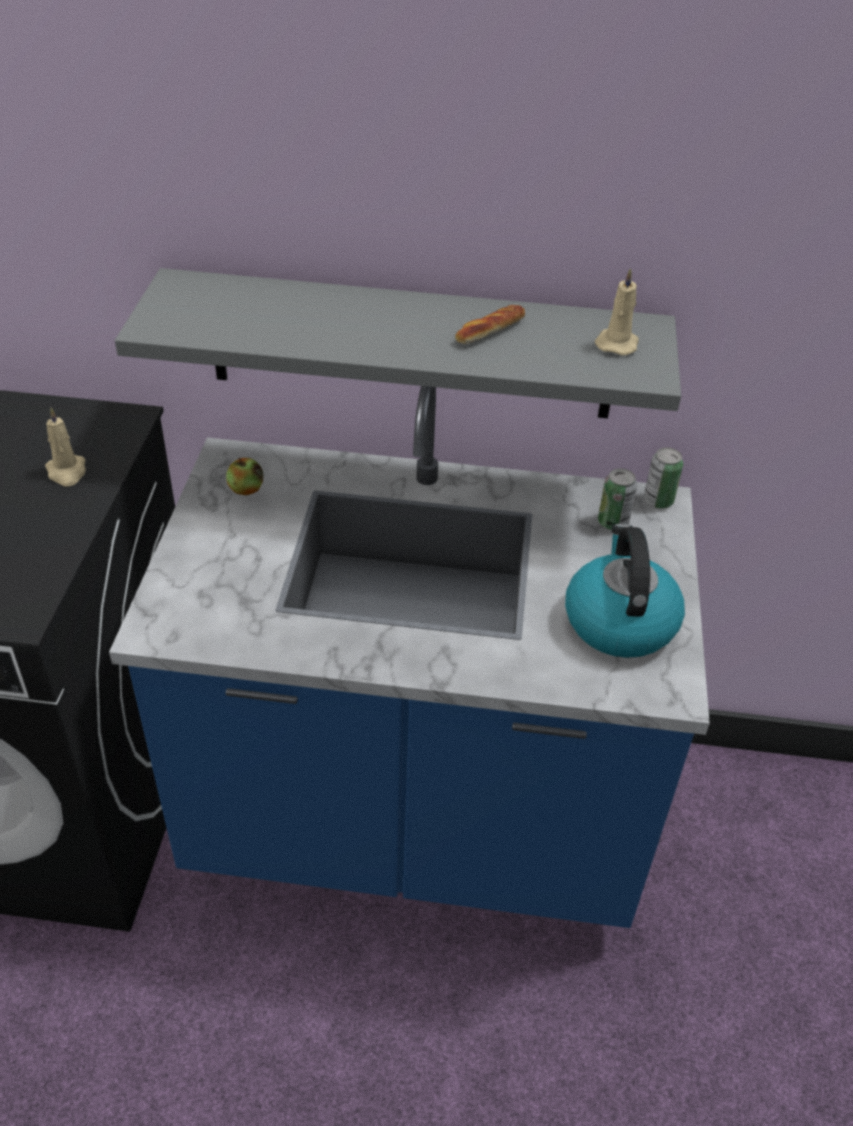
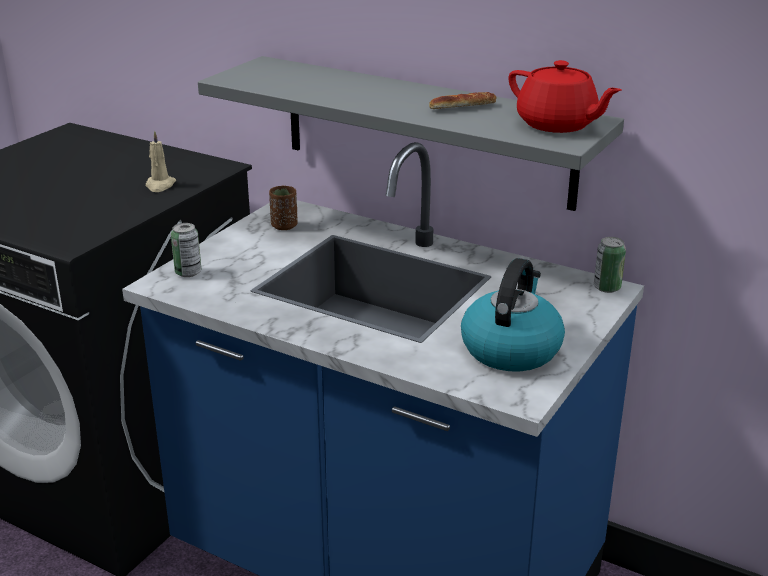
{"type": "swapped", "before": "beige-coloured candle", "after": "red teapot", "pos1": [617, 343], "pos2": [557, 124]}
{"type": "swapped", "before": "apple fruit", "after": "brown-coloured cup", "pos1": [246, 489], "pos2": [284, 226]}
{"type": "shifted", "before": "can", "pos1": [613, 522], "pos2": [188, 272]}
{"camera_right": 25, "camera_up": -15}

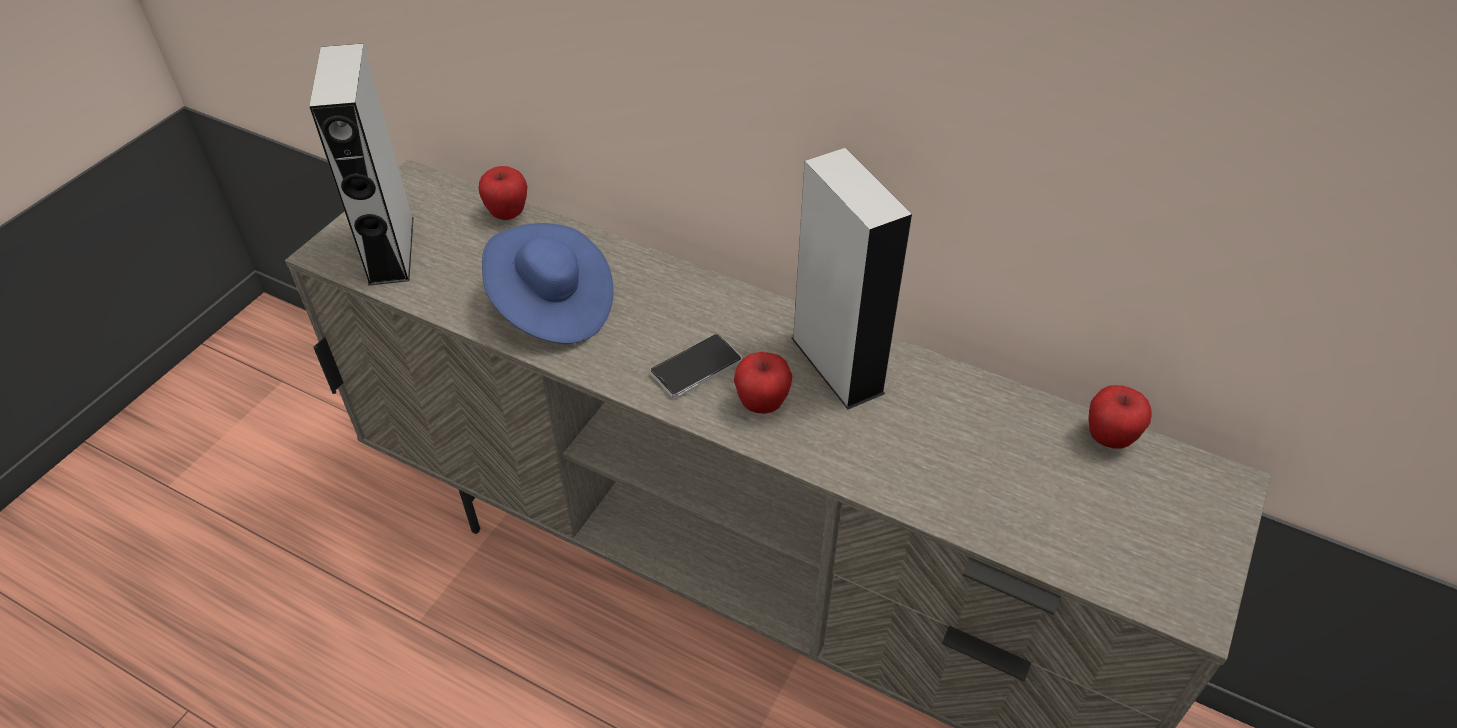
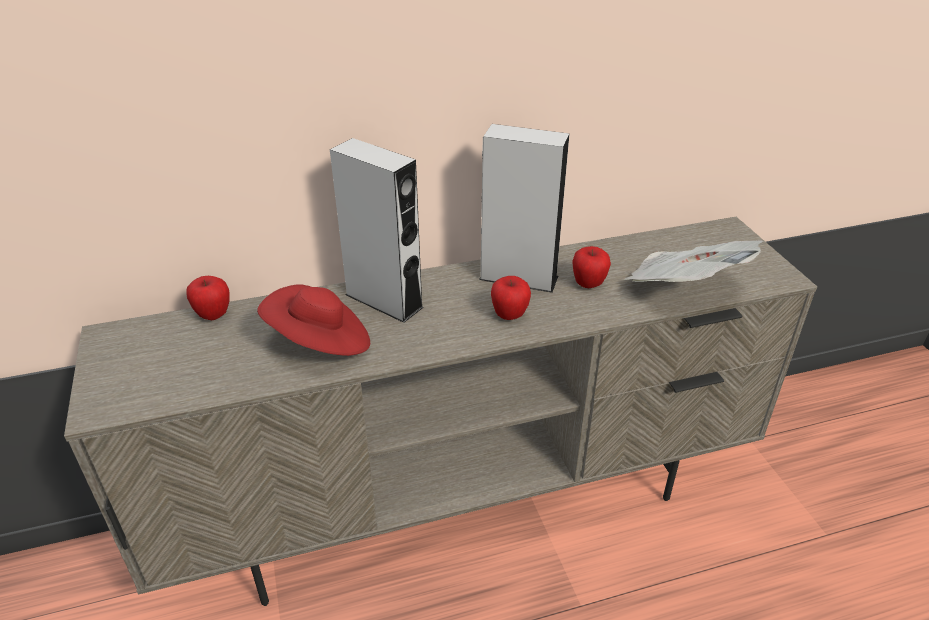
{"type": "shifted", "before": "gray audio speaker", "pos1": [391, 250], "pos2": [384, 301]}
{"type": "repainted", "before": "bluish clothing hat", "after": "red clothing hat", "pos1": [552, 306], "pos2": [320, 343]}
{"type": "gone", "before": "telephone", "pos1": [696, 368]}
{"type": "shifted", "before": "apple fruit", "pos1": [1109, 438], "pos2": [588, 284]}
{"type": "new", "after": "daily paper", "pos2": [684, 288]}
{"camera_right": -45, "camera_up": -10}

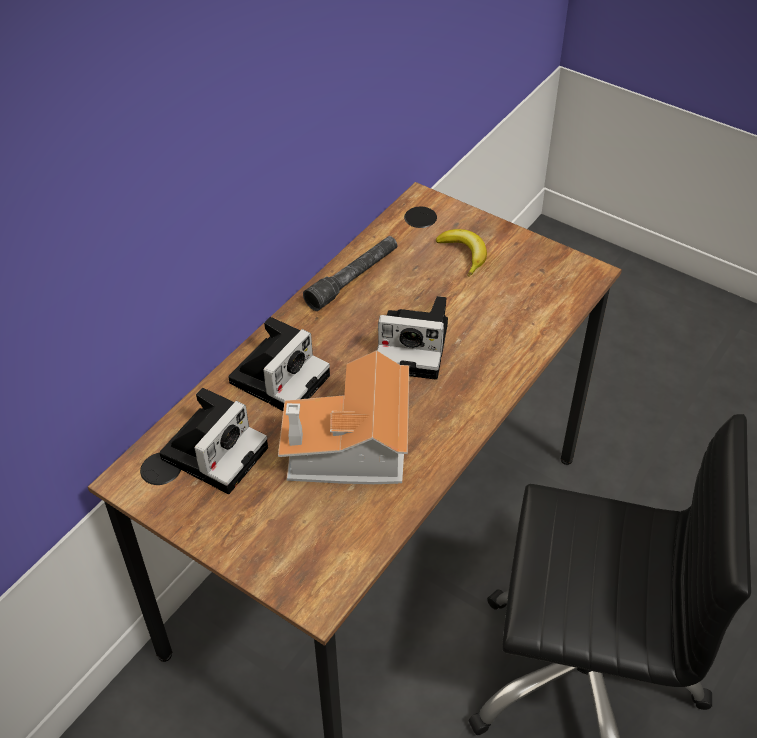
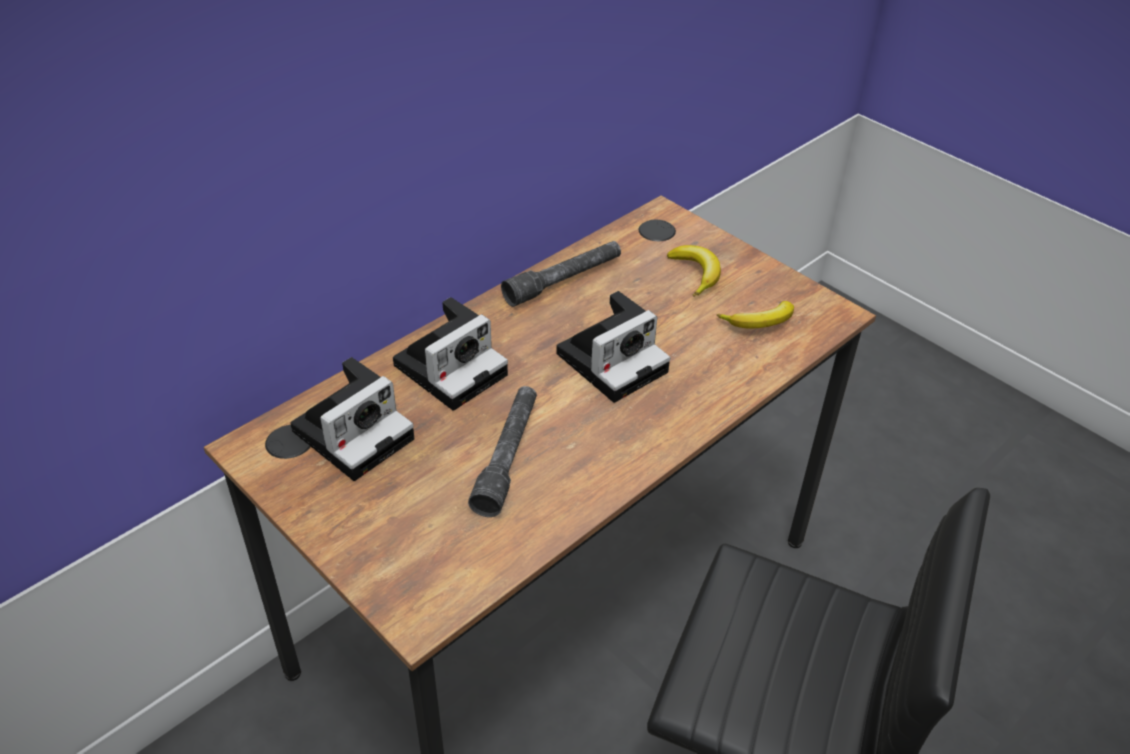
{"type": "rotated", "before": "photo camera", "pos1": [416, 347], "pos2": [614, 360], "turn": -60}
{"type": "swapped", "before": "model house", "after": "gray torch", "pos1": [351, 449], "pos2": [507, 456]}
{"type": "new", "after": "banana fruit", "pos2": [760, 323]}
{"camera_right": 10, "camera_up": -5}

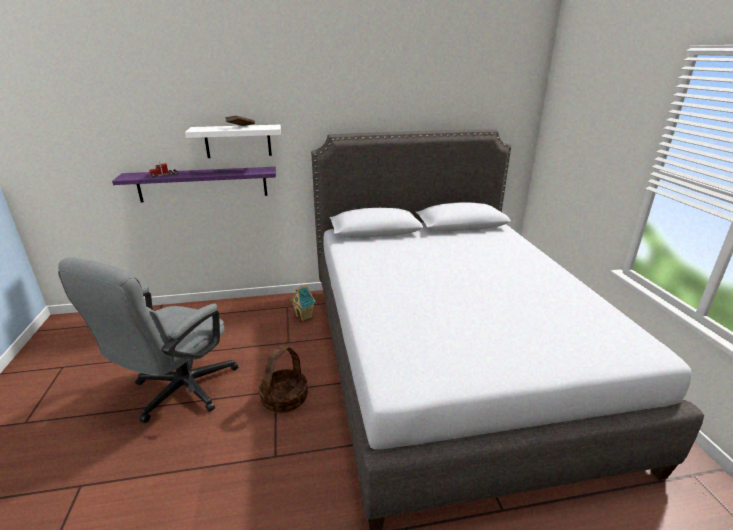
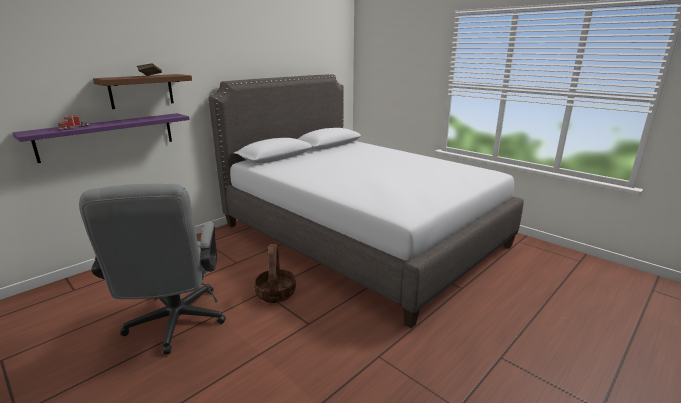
{"type": "repainted", "before": "white-coloured wall shelf", "after": "brown-coloured wall shelf", "pos1": [238, 141], "pos2": [141, 91]}
{"type": "gone", "before": "model house", "pos1": [304, 316]}
{"camera_right": -35, "camera_up": -5}

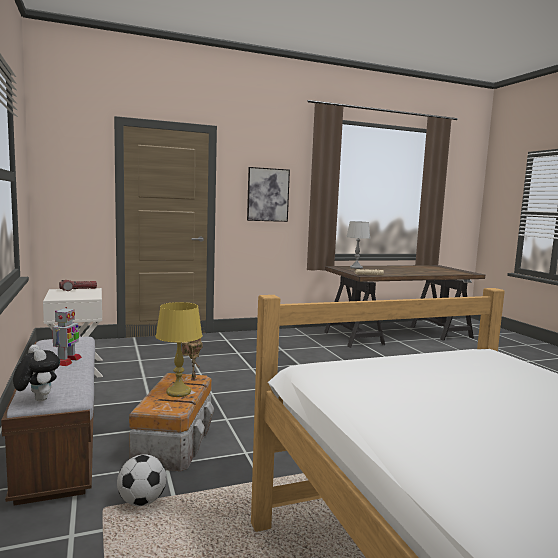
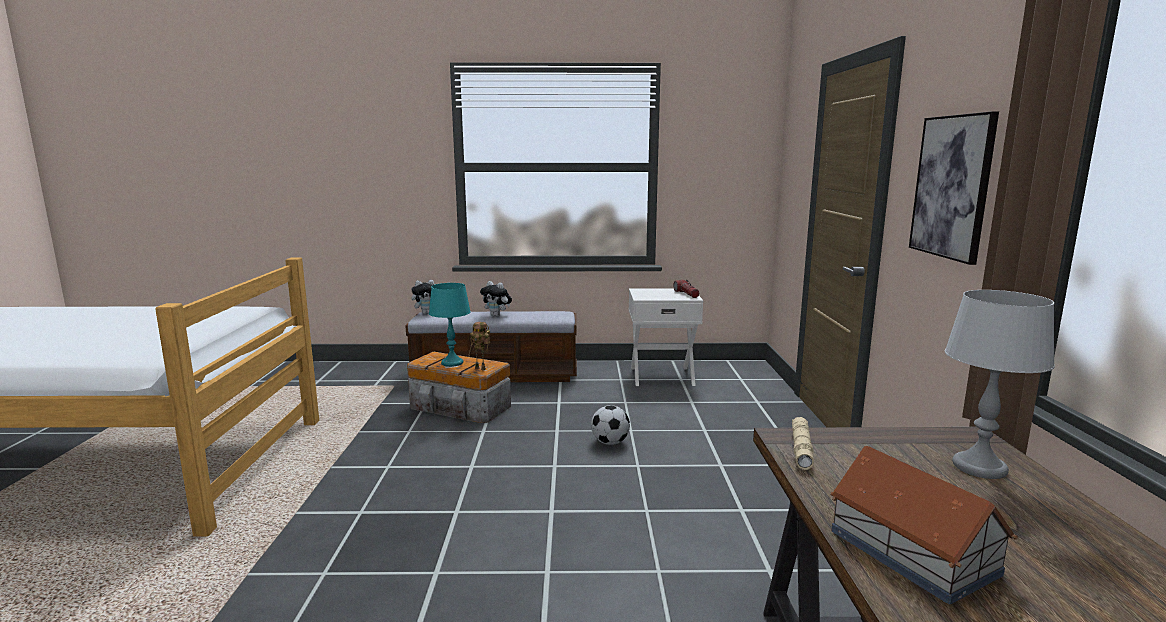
{"type": "repainted", "before": "yellow-coloured lamp for a table", "after": "turquoise lamp for a table", "pos1": [178, 392], "pos2": [452, 363]}
{"type": "swapped", "before": "model robot", "after": "cuddly toy", "pos1": [66, 361], "pos2": [497, 315]}
{"type": "shifted", "before": "football ball", "pos1": [142, 501], "pos2": [610, 442]}
{"type": "new", "after": "model house", "pos2": [911, 550]}
{"camera_right": 110, "camera_up": 5}

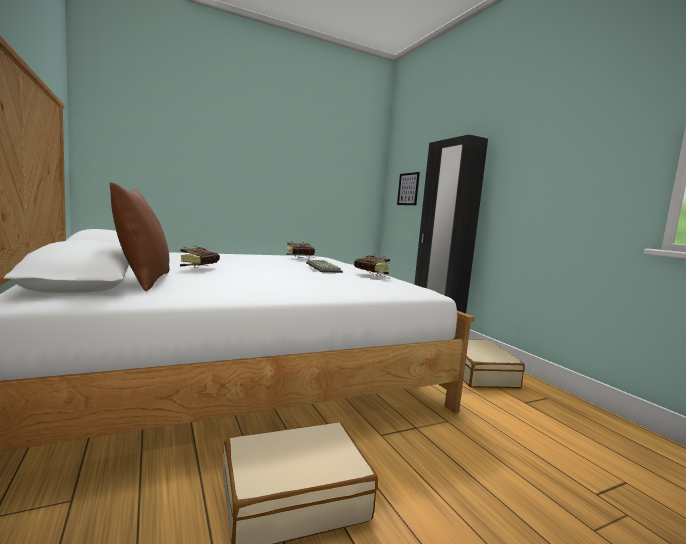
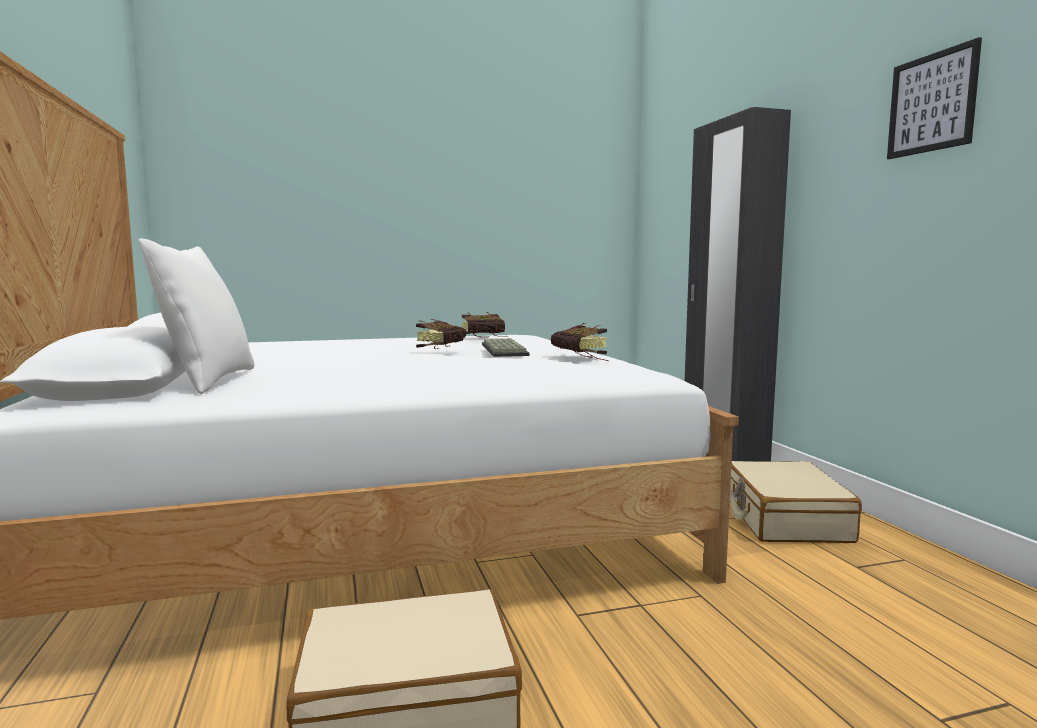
{"type": "shifted", "before": "wall picture", "pos1": [408, 189], "pos2": [932, 103]}
{"type": "repainted", "before": "brown-coloured cushion", "after": "white-coloured cushion", "pos1": [142, 281], "pos2": [207, 381]}
{"type": "shifted", "before": "bound book", "pos1": [202, 268], "pos2": [444, 349]}
{"camera_right": 10, "camera_up": 0}

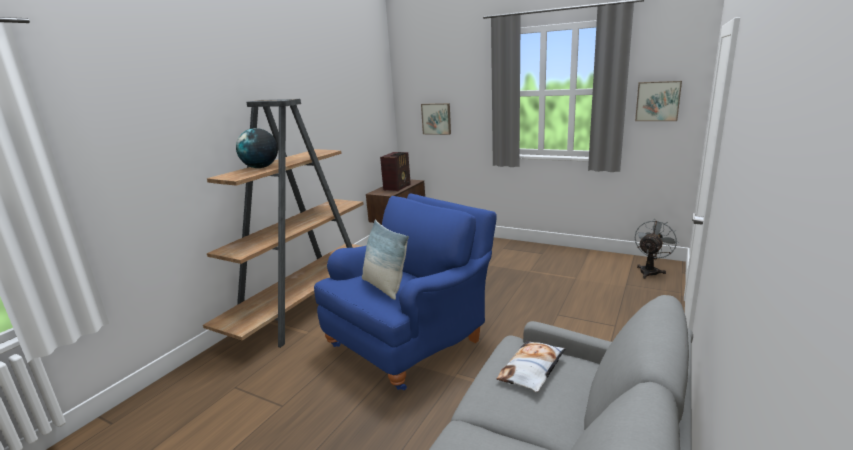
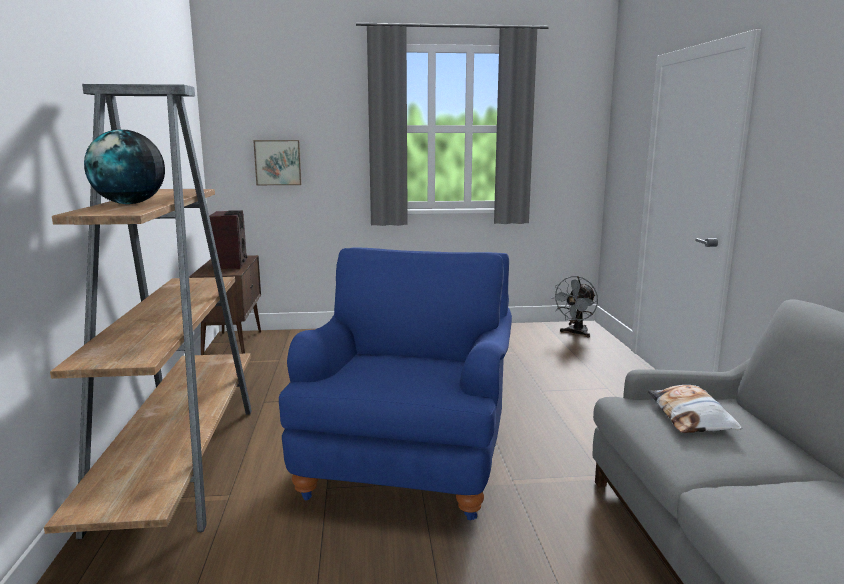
{"type": "gone", "before": "wall picture", "pos1": [658, 101]}
{"type": "gone", "before": "cushion", "pos1": [384, 287]}
{"type": "rotated", "before": "gray electric fan", "pos1": [650, 271], "pos2": [575, 333], "turn": -150}
{"camera_right": -35, "camera_up": -5}

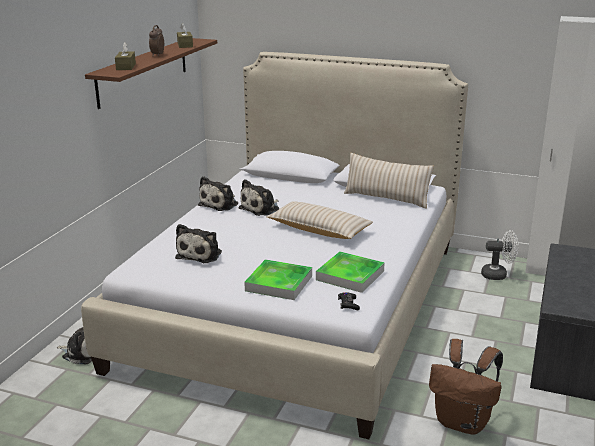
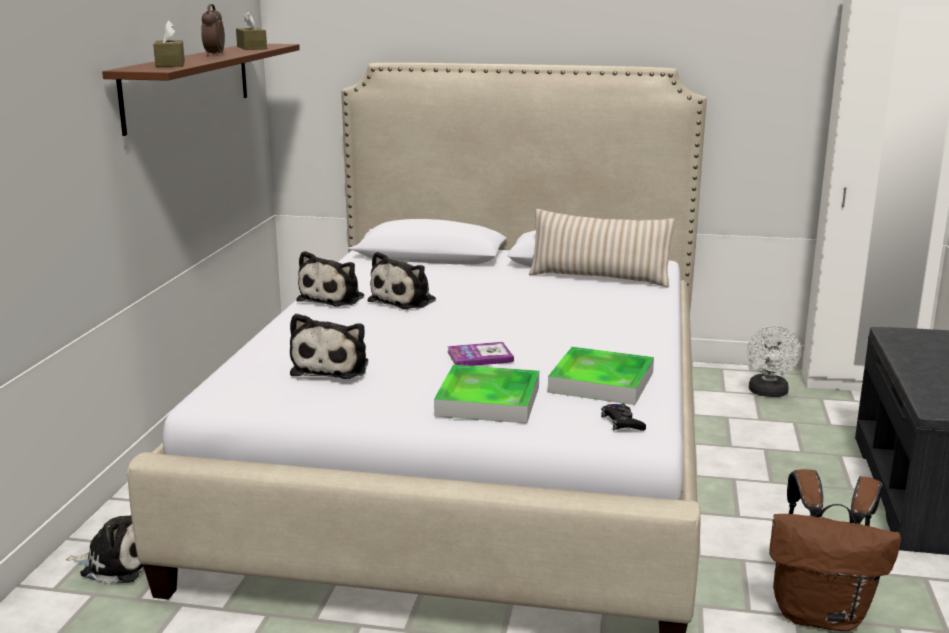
{"type": "gone", "before": "beige-coloured cushion", "pos1": [319, 230]}
{"type": "rotated", "before": "white-coloured electric fan", "pos1": [498, 275], "pos2": [768, 393], "turn": 105}
{"type": "new", "after": "bound book", "pos2": [480, 356]}
{"camera_right": -10, "camera_up": -5}

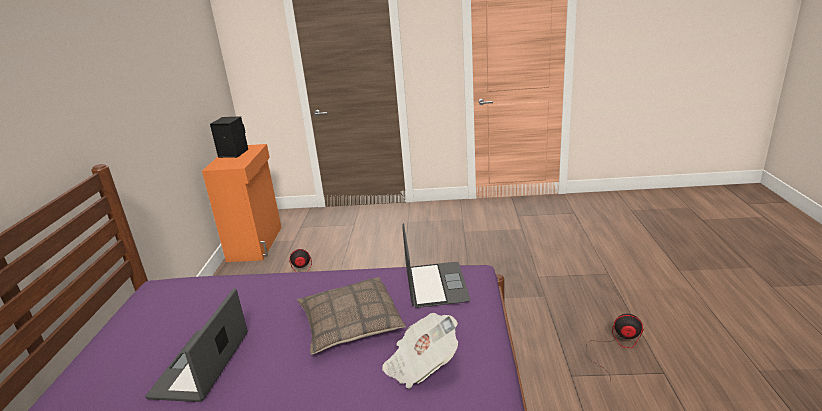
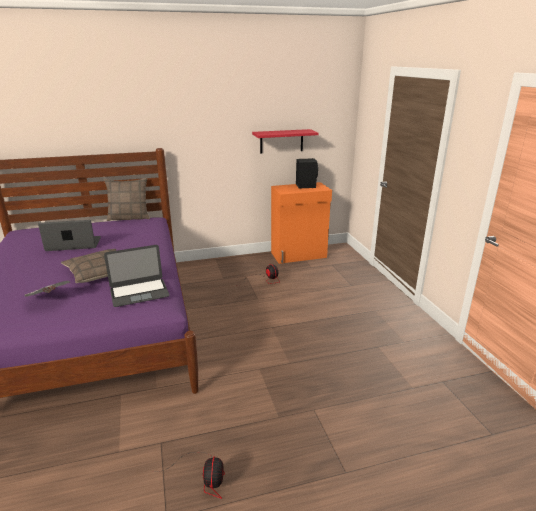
{"type": "new", "after": "red wall shelf", "pos2": [281, 141]}
{"type": "new", "after": "cushion", "pos2": [129, 217]}
{"camera_right": 70, "camera_up": 0}

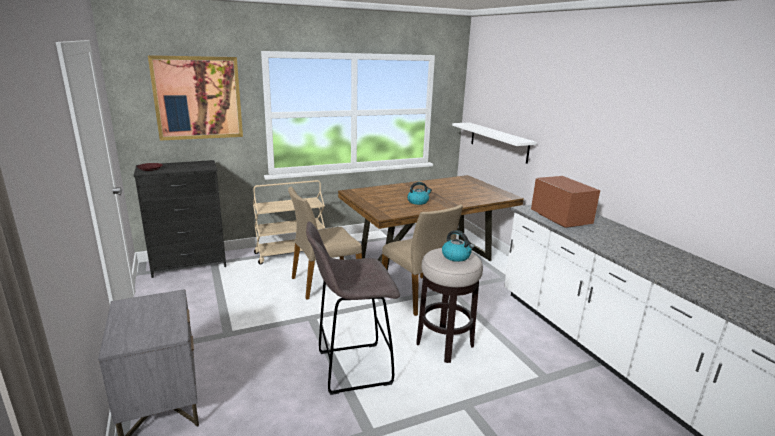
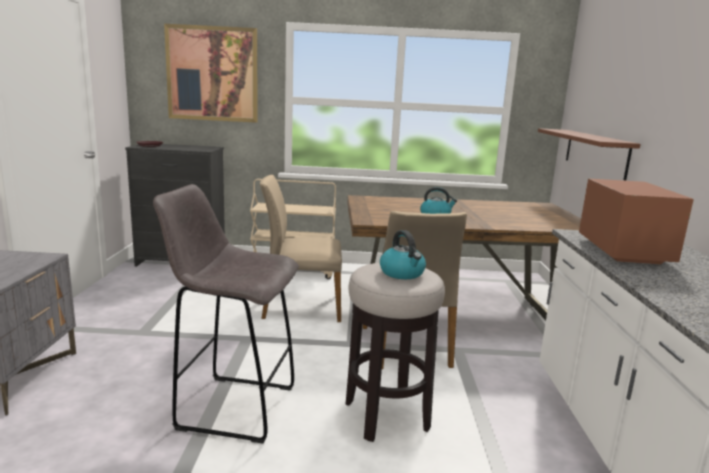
{"type": "repainted", "before": "white-coloured wall shelf", "after": "brown-coloured wall shelf", "pos1": [498, 142], "pos2": [595, 152]}
{"camera_right": 25, "camera_up": -5}

